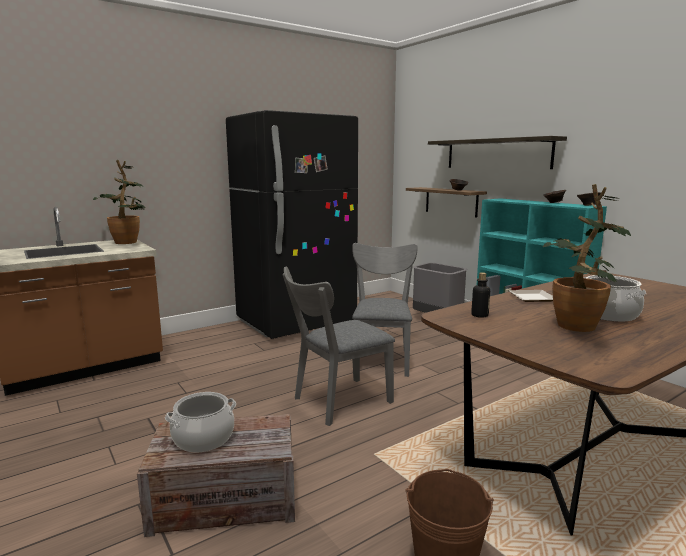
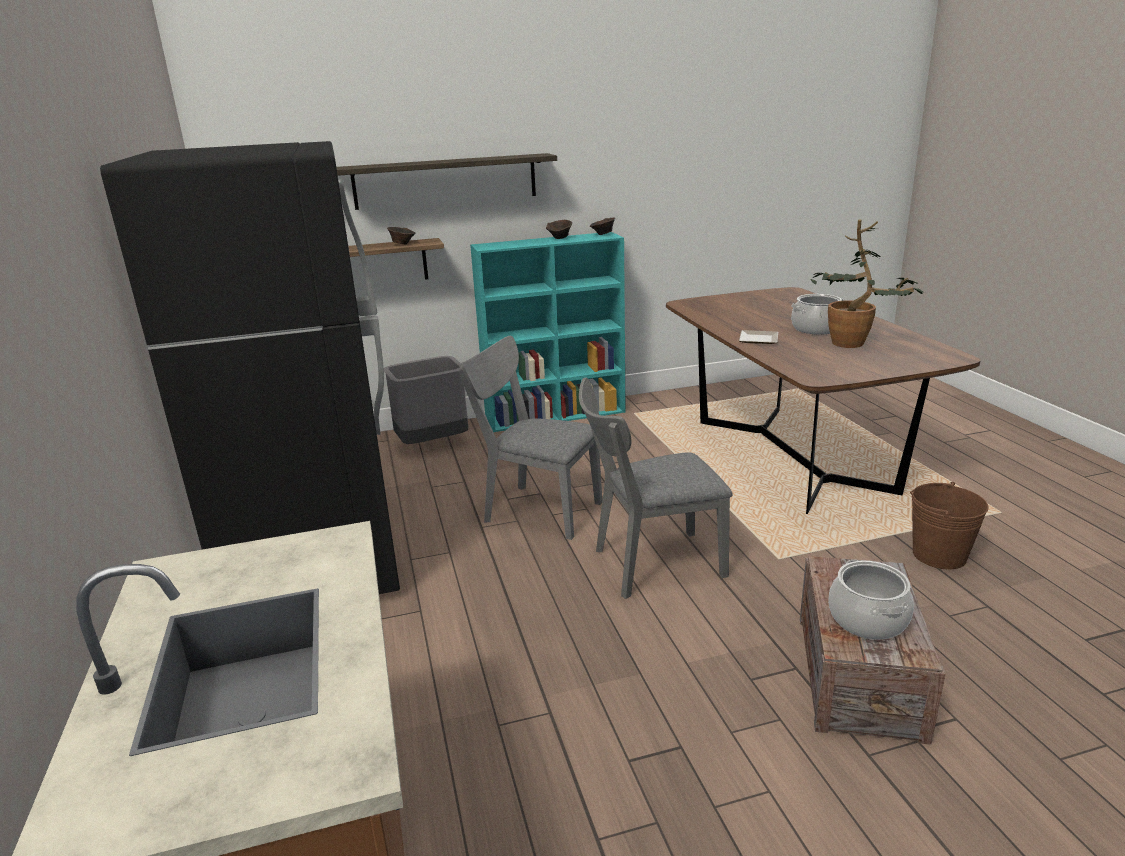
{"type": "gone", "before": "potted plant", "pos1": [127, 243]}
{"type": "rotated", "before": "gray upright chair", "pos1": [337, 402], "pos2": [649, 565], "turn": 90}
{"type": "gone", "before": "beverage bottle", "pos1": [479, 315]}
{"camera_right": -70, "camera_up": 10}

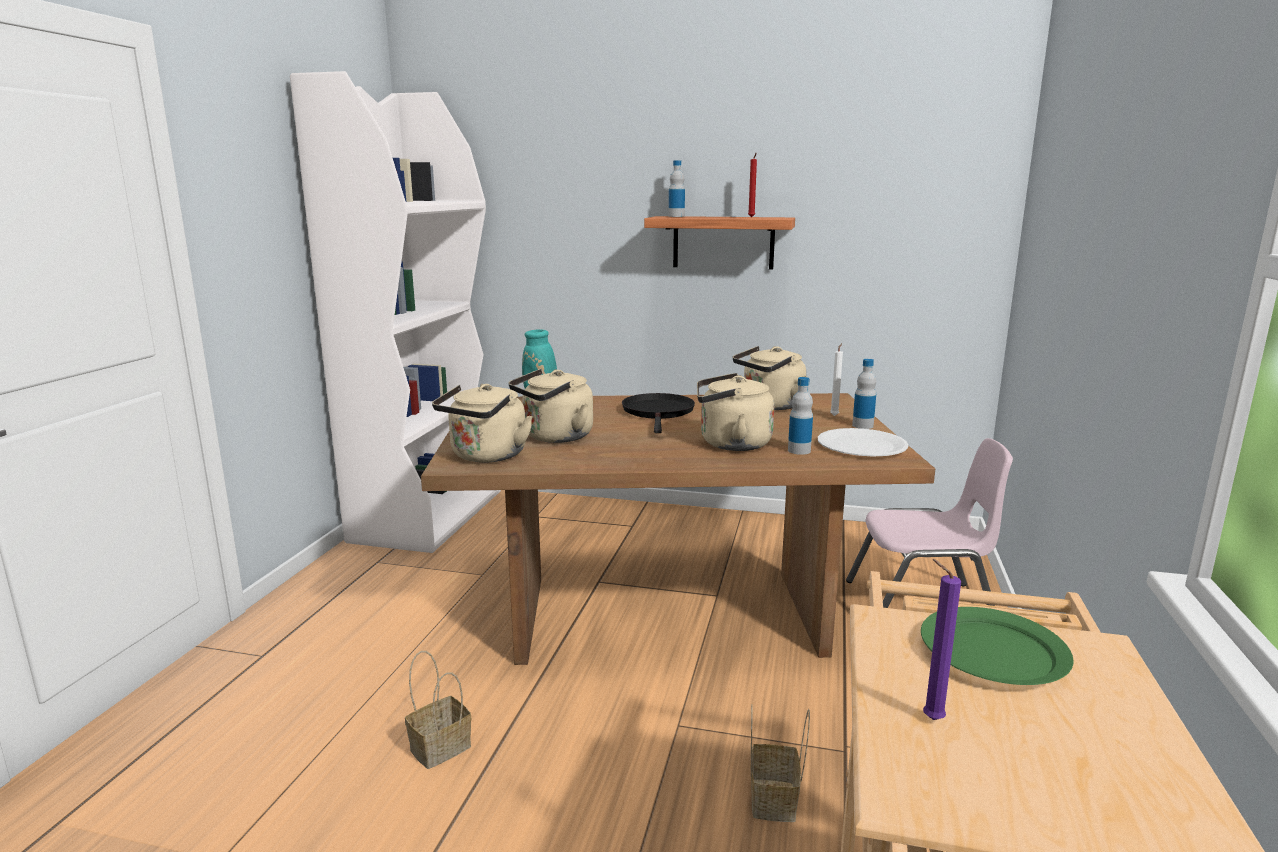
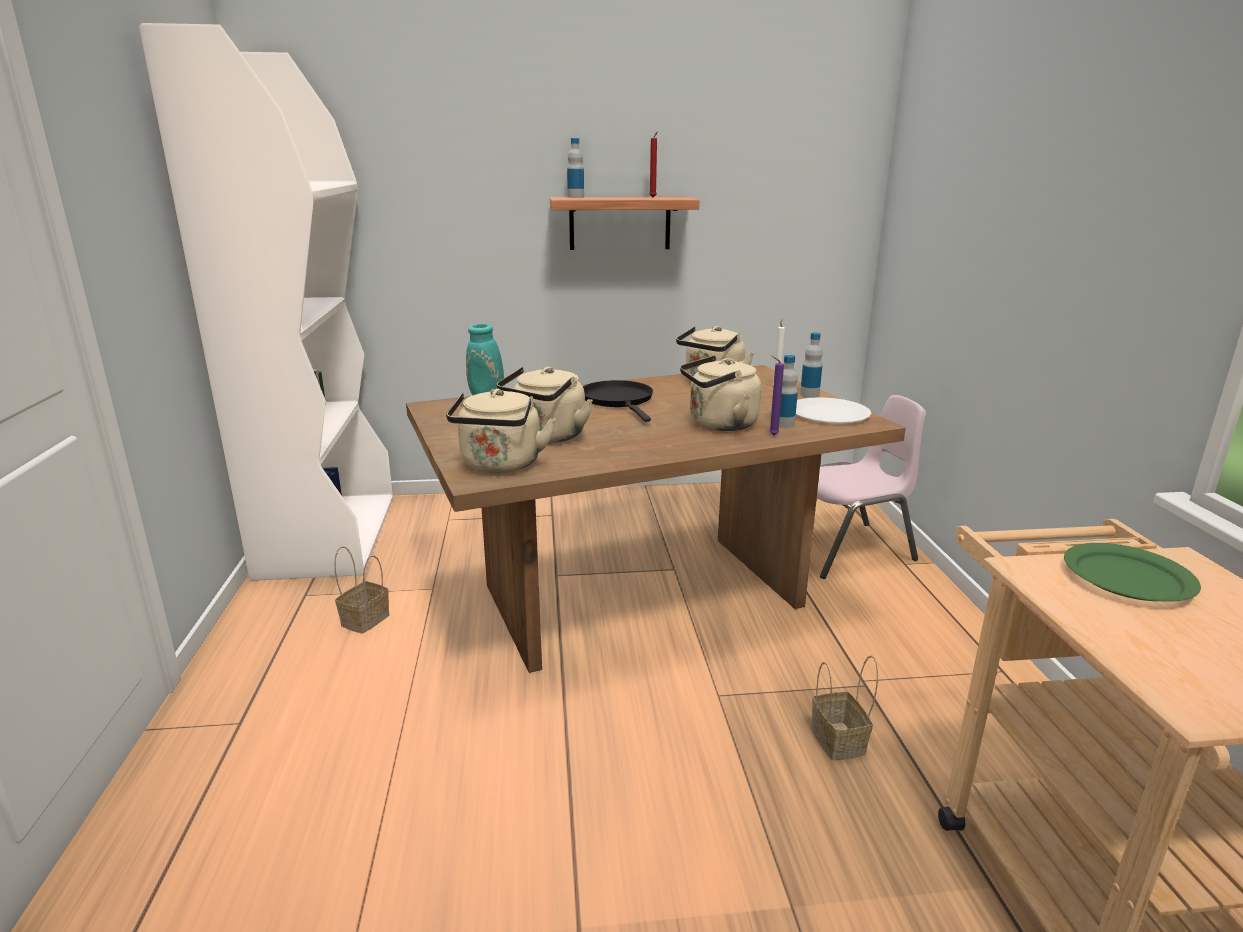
{"type": "shifted", "before": "purplish candle", "pos1": [929, 718], "pos2": [772, 435]}
{"type": "shifted", "before": "household basket", "pos1": [441, 746], "pos2": [365, 619]}
{"camera_right": -20, "camera_up": 5}

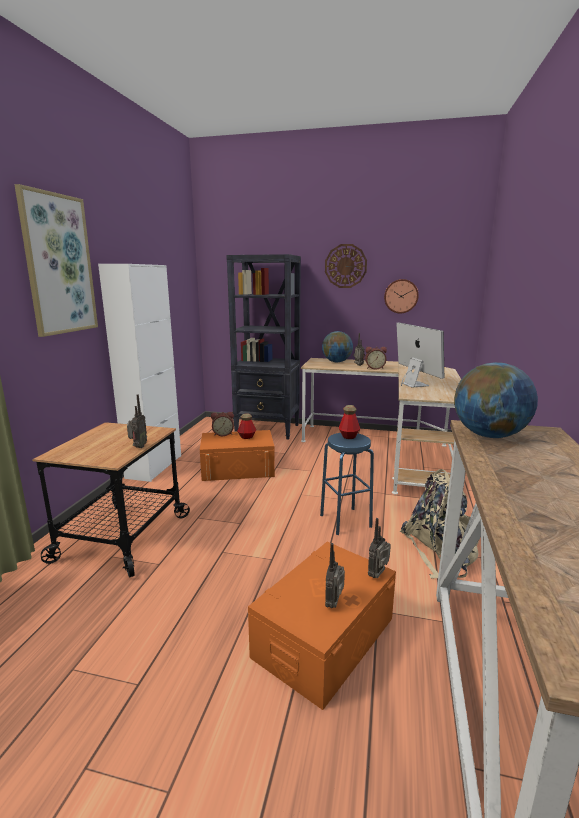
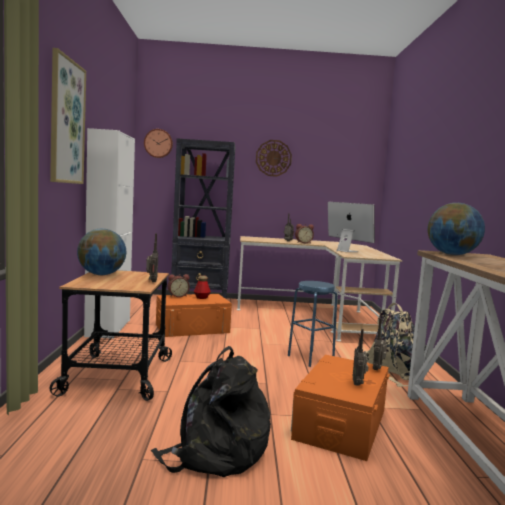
{"type": "shifted", "before": "wall clock", "pos1": [401, 296], "pos2": [158, 143]}
{"type": "shifted", "before": "world globe", "pos1": [336, 362], "pos2": [101, 274]}
{"type": "gone", "before": "beverage bottle", "pos1": [349, 436]}
{"type": "new", "after": "black-coloured rucksack", "pos2": [215, 453]}
{"camera_right": -15, "camera_up": -10}

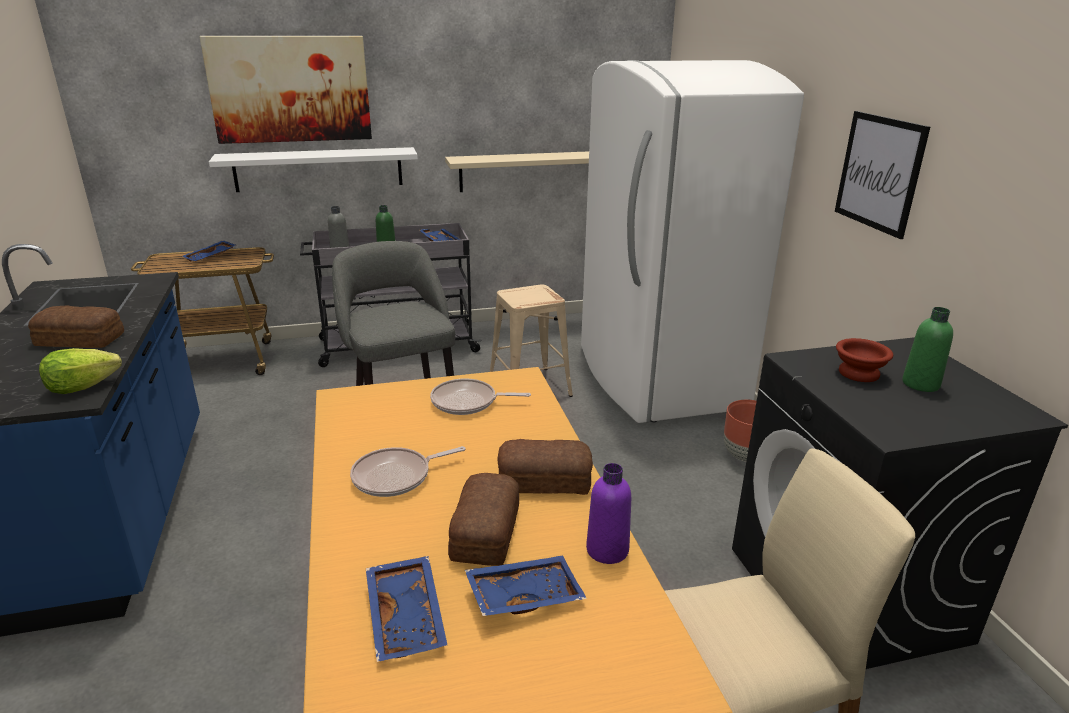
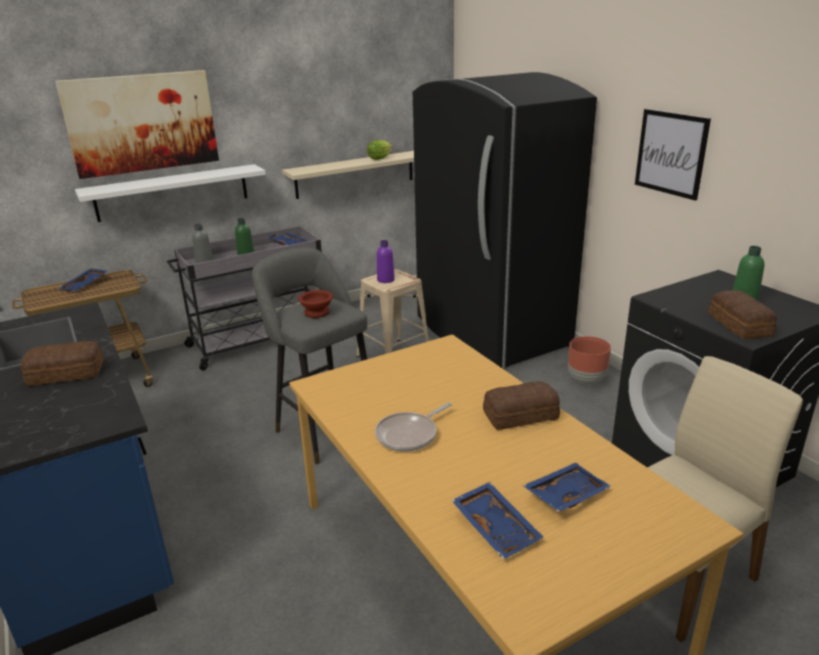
{"type": "repainted", "before": "white-coloured kitchen fridge", "after": "black-coloured kitchen fridge", "pos1": [656, 378], "pos2": [490, 333]}
{"type": "shifted", "before": "brown-coloured deep dish", "pos1": [860, 373], "pos2": [318, 312]}
{"type": "shifted", "before": "lettuce", "pos1": [82, 387], "pos2": [379, 158]}
{"type": "gone", "before": "frying pan", "pos1": [468, 402]}
{"type": "shifted", "before": "purplish beverage bottle", "pos1": [607, 550], "pos2": [385, 280]}
{"type": "shifted", "before": "bakery bread", "pos1": [483, 532], "pos2": [739, 325]}
{"camera_right": -15, "camera_up": 0}

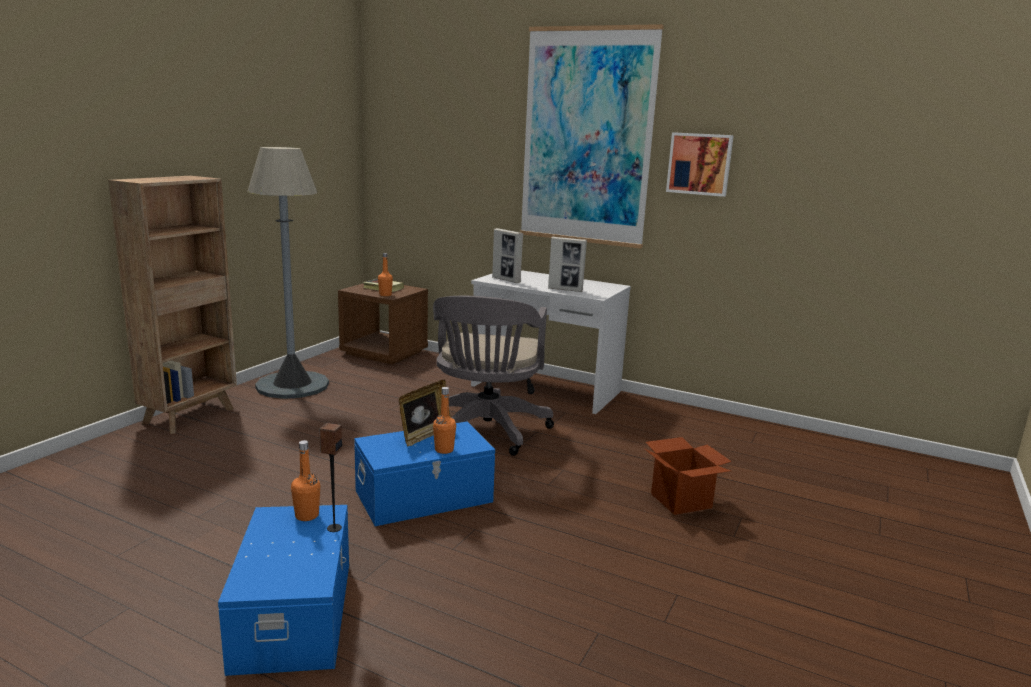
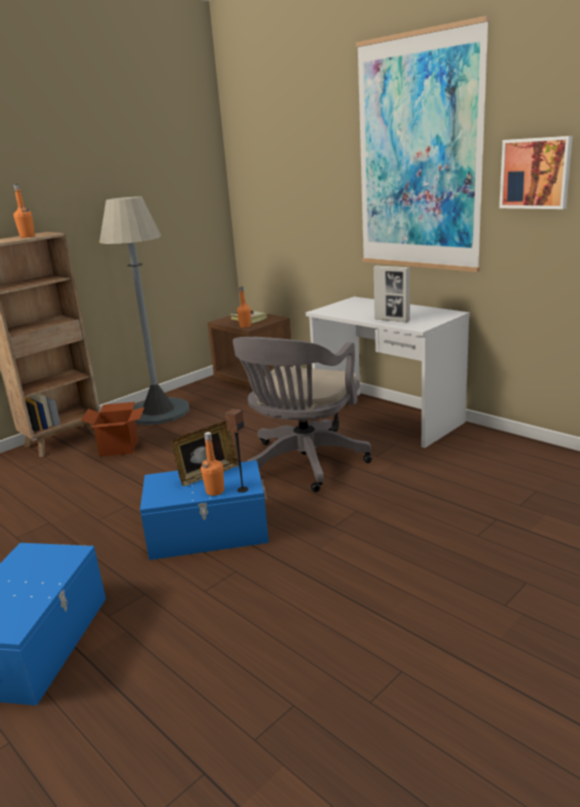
{"type": "gone", "before": "photo frame", "pos1": [506, 280]}
{"type": "shifted", "before": "audio speaker", "pos1": [334, 528], "pos2": [242, 489]}
{"type": "shifted", "before": "carton", "pos1": [681, 501], "pos2": [119, 448]}
{"type": "shifted", "before": "orangey beverage bottle", "pos1": [307, 515], "pos2": [27, 236]}
{"camera_right": 20, "camera_up": 5}

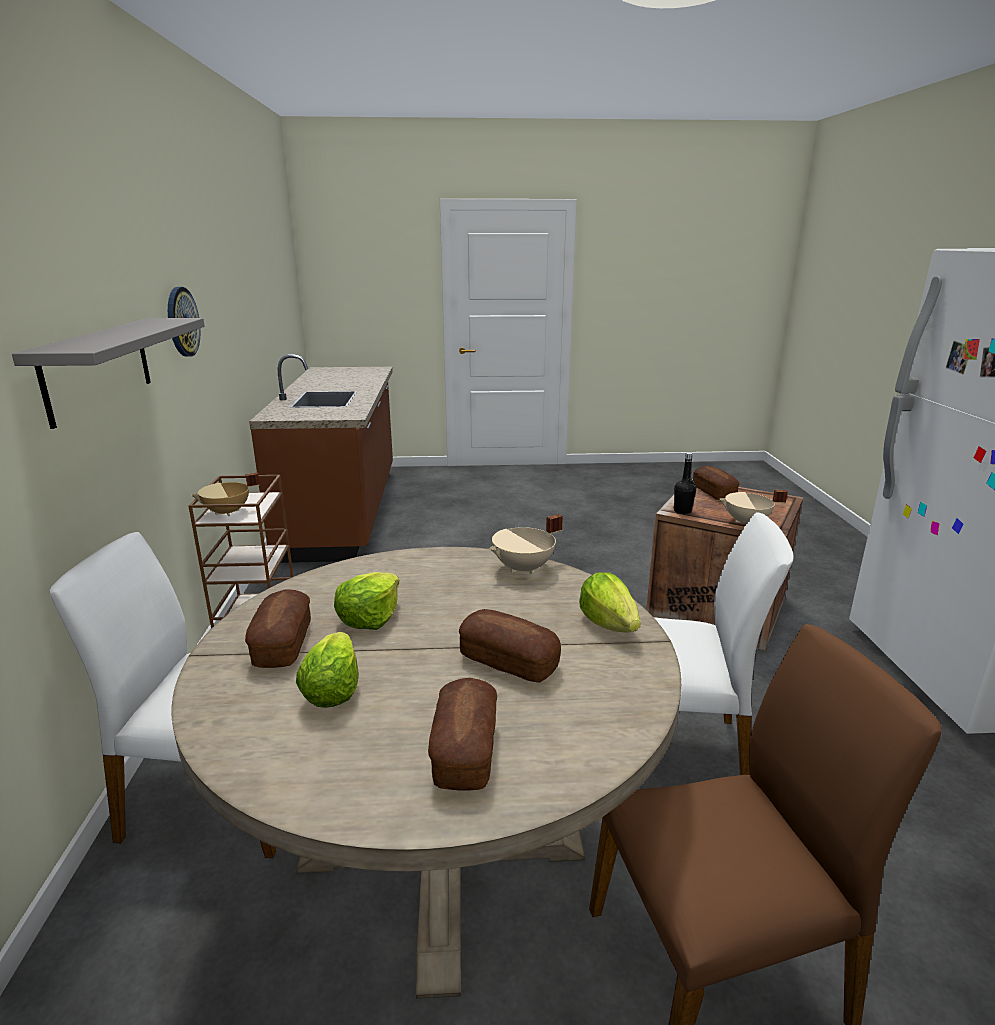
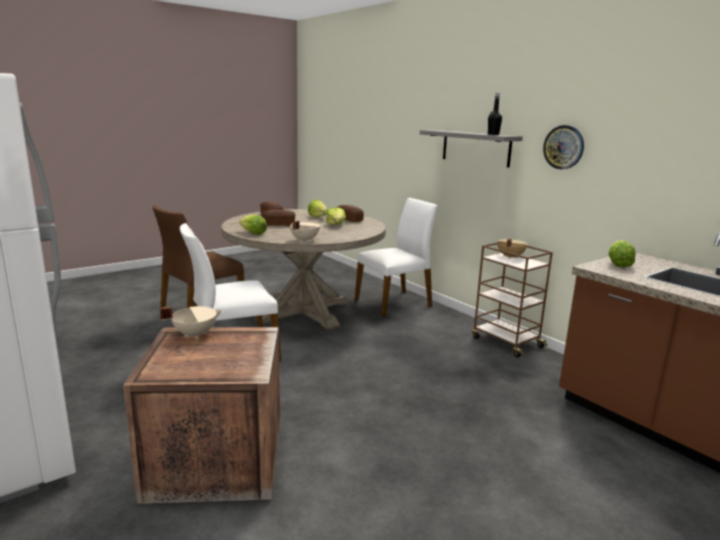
{"type": "shifted", "before": "black-coloured beverage bottle", "pos1": [682, 511], "pos2": [493, 134]}
{"type": "gone", "before": "bakery bread", "pos1": [713, 492]}
{"type": "new", "after": "lettuce", "pos2": [618, 264]}
{"camera_right": 145, "camera_up": -5}

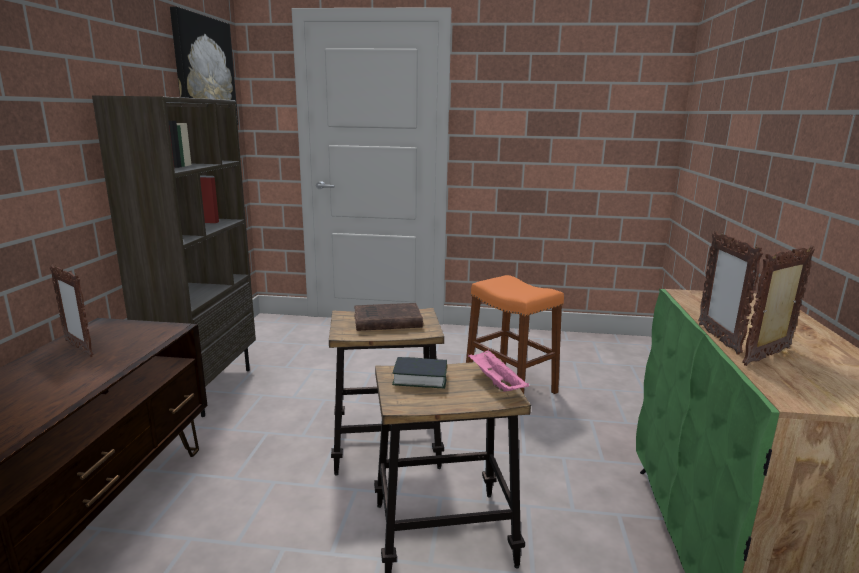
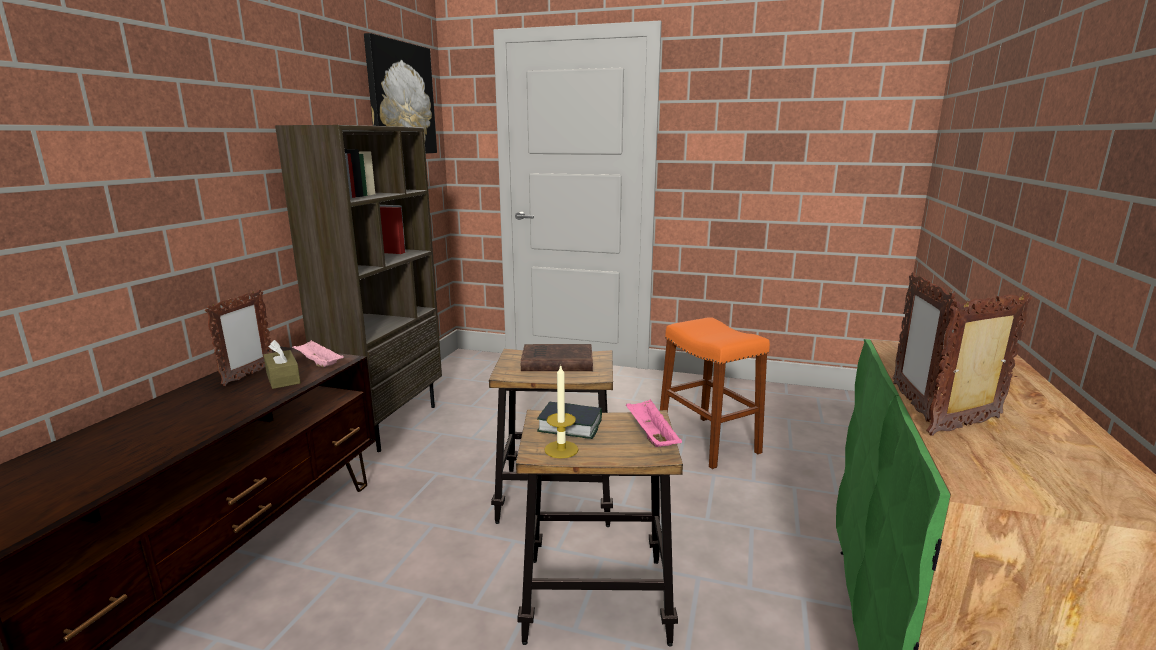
{"type": "rotated", "before": "photo frame", "pos1": [79, 348], "pos2": [248, 375], "turn": -120}
{"type": "new", "after": "brown-coloured tissue holder", "pos2": [283, 378]}
{"type": "new", "after": "pink serving tray", "pos2": [318, 363]}
{"type": "new", "after": "candle", "pos2": [561, 449]}
{"camera_right": 10, "camera_up": 0}

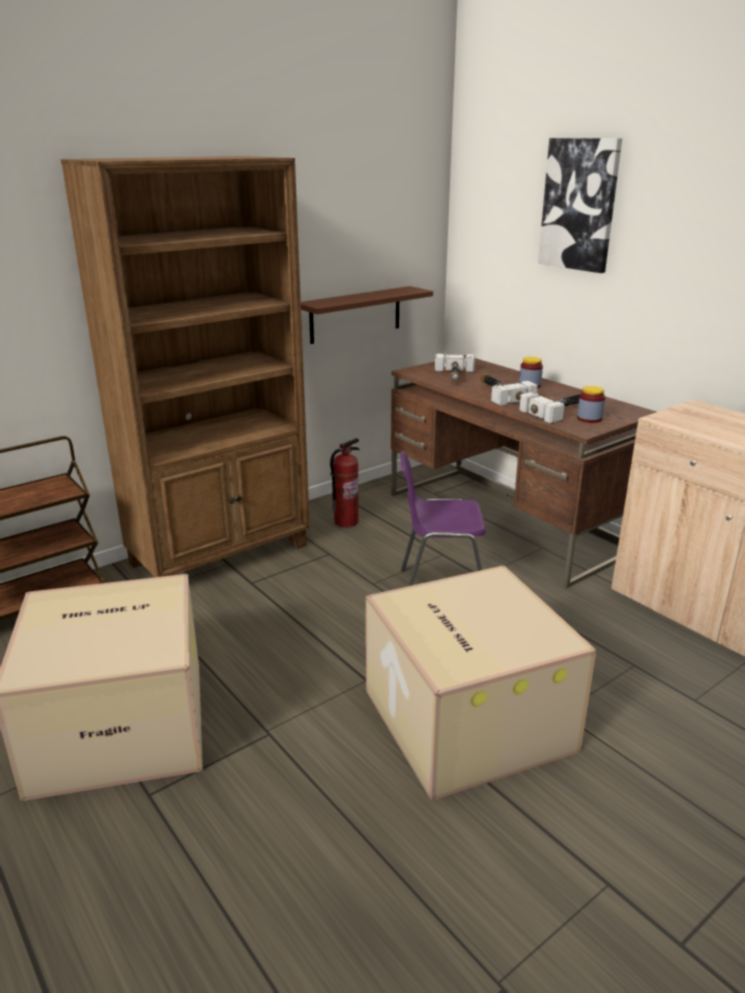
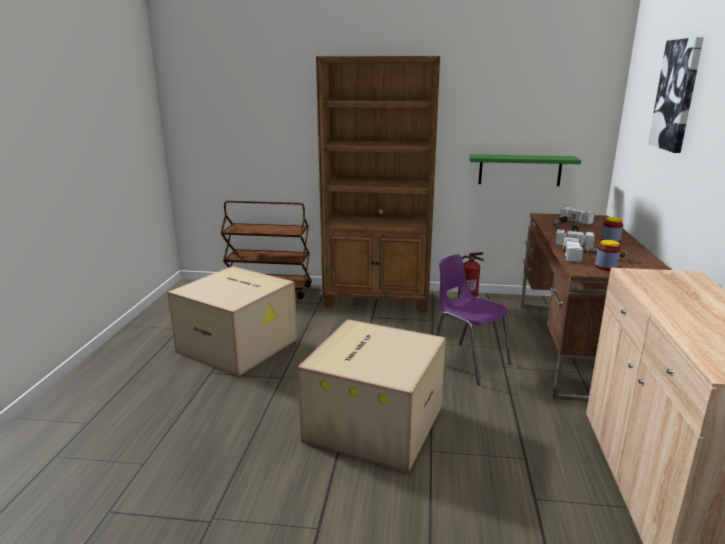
{"type": "repainted", "before": "brown-coloured wall shelf", "after": "green wall shelf", "pos1": [355, 314], "pos2": [519, 170]}
{"camera_right": 45, "camera_up": -5}

